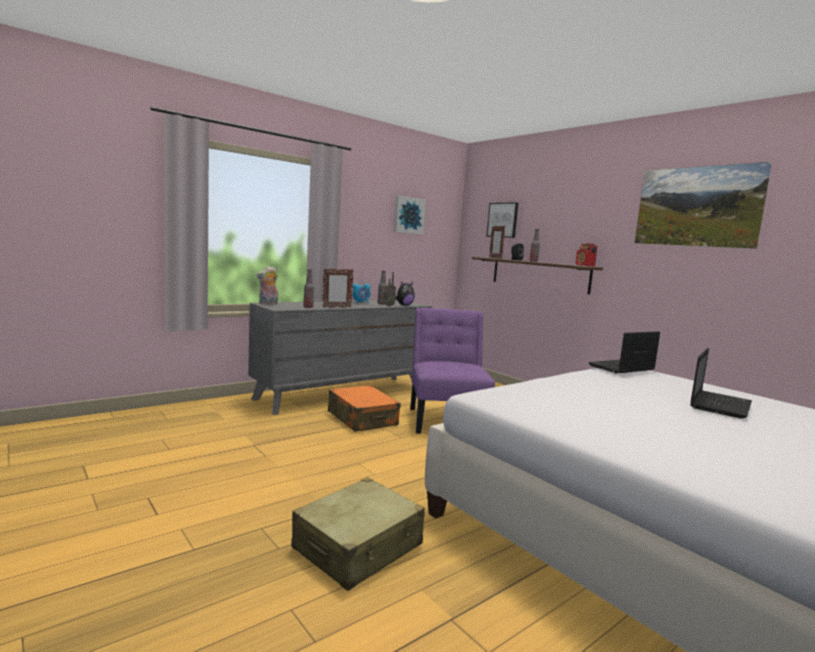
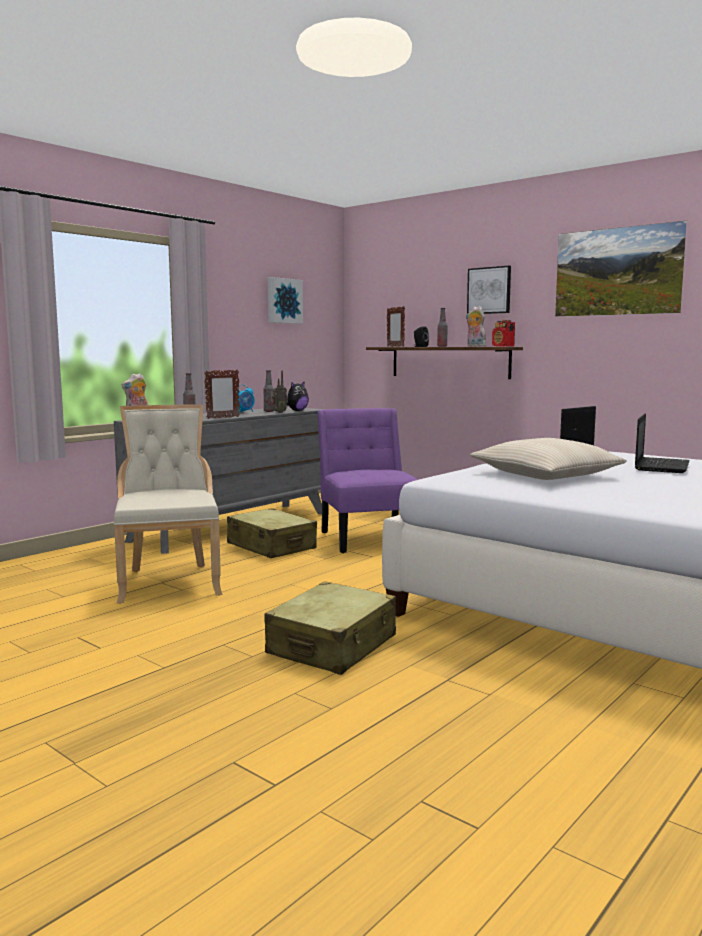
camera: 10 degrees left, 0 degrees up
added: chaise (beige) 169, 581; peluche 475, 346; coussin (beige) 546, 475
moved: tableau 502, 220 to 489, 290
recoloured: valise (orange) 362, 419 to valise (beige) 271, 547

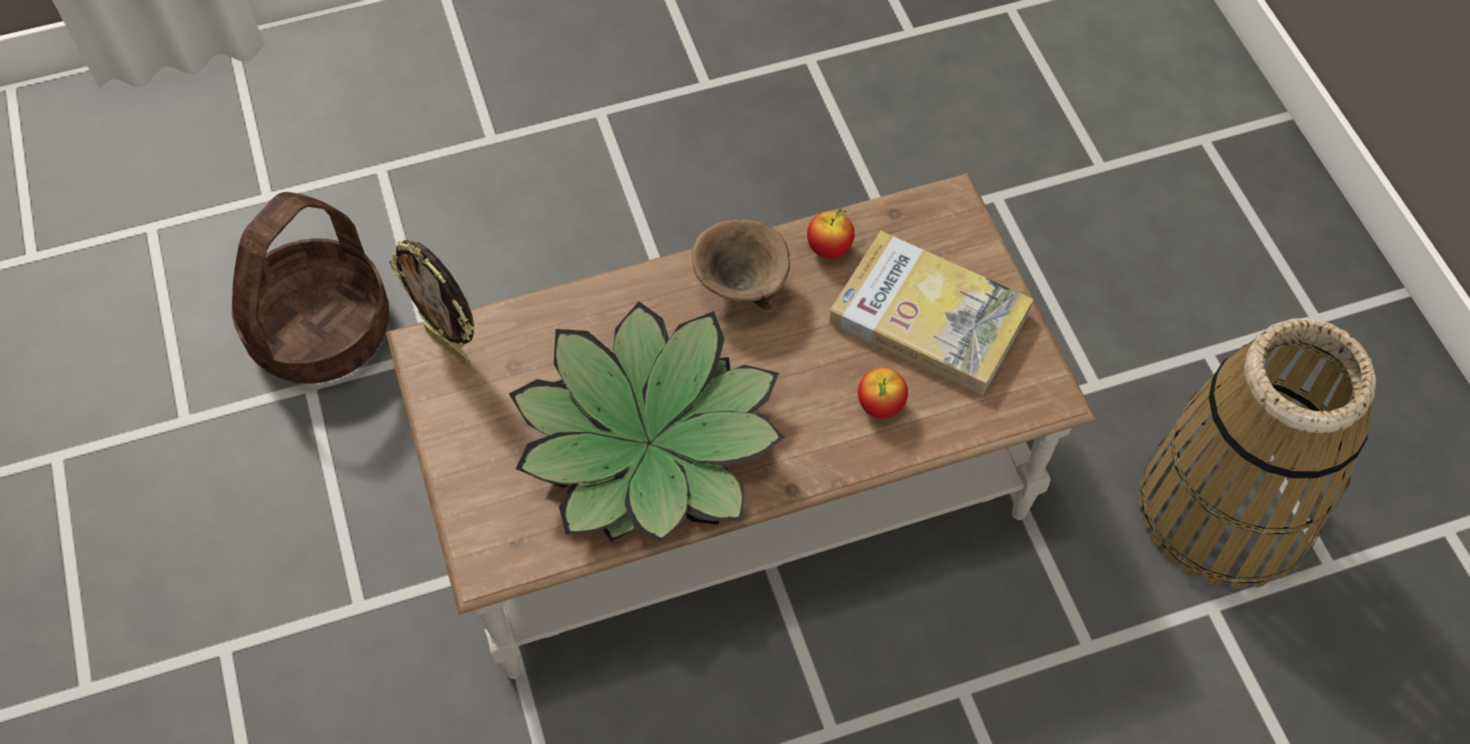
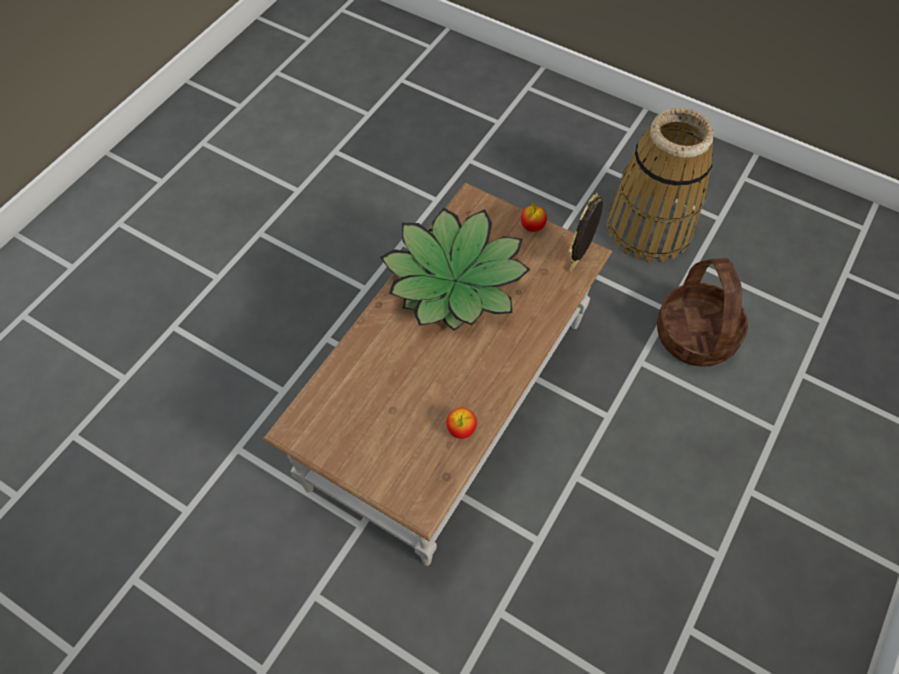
camera: 140 degrees right, 0 degrees up
removed: bol (marron) 739, 287; livre 929, 317
moved: pomme 880, 406 to 532, 227; panier 1224, 508 to 649, 228
turned: cadre photo 450, 345 = 579, 260 60 degrees counterclockwise

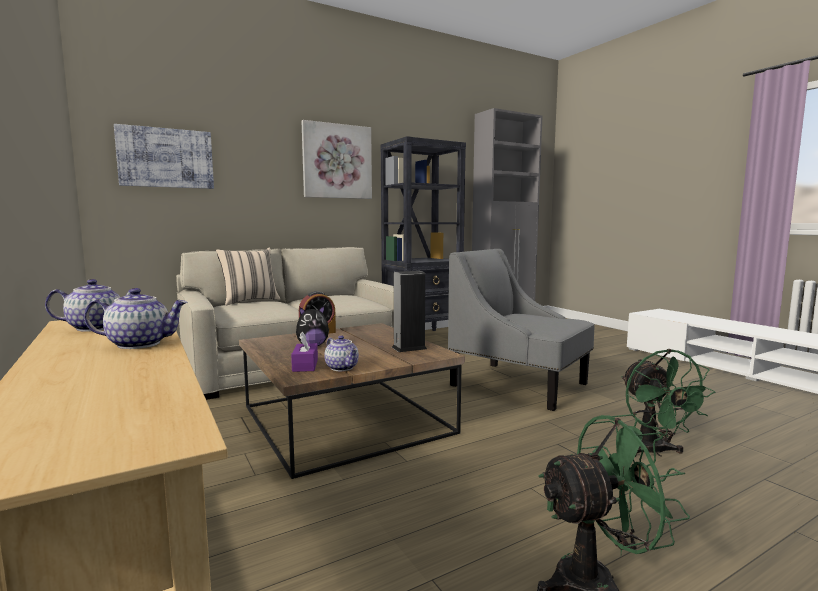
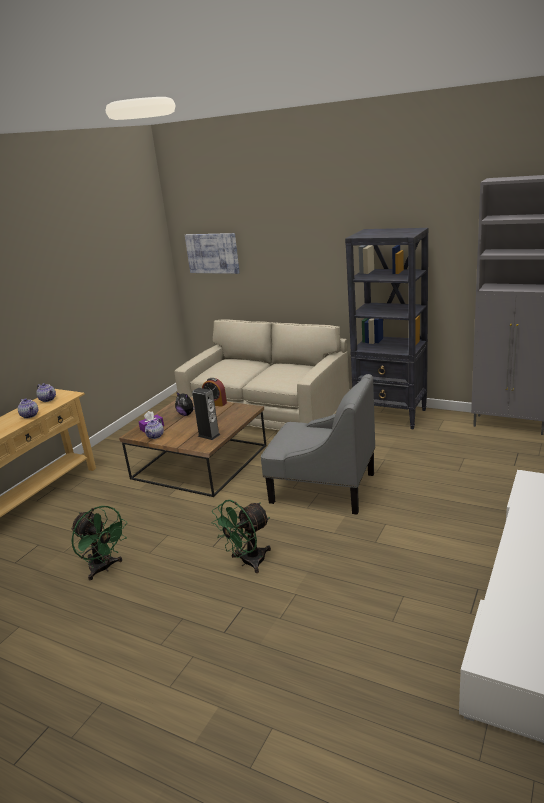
camera: 60 degrees right, 15 degrees up
removed: coussin (beige) 249, 301; tableau 337, 161
turned: fauteuil (gris) 519, 384 = 322, 488 105 degrees clockwise

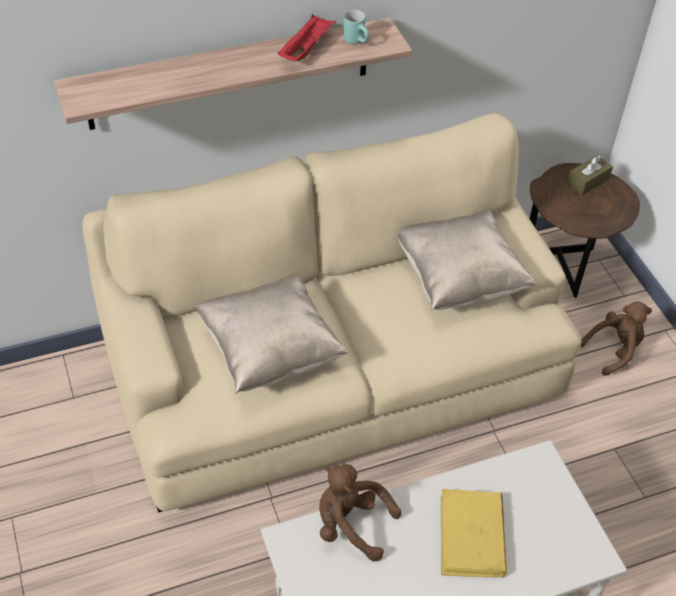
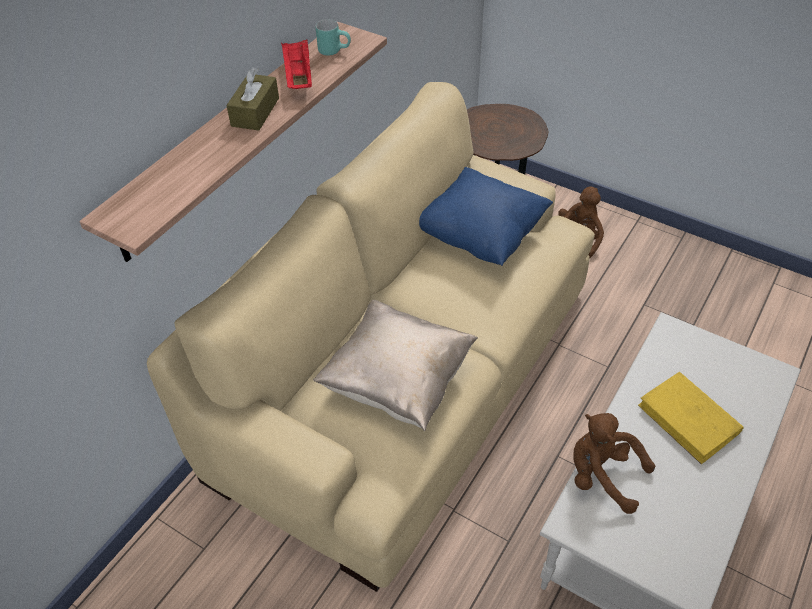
camera: 35 degrees left, 0 degrees up
moved: boîte à mouchoirs (marron) 588, 181 to 255, 112
recoloured: coussin (beige) 459, 279 to coussin (bleu) 480, 235
turned: peluche (marron) 351, 525 = 602, 475 45 degrees clockwise

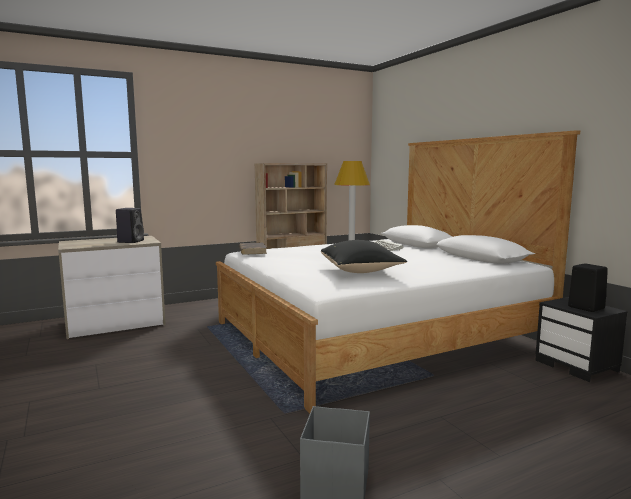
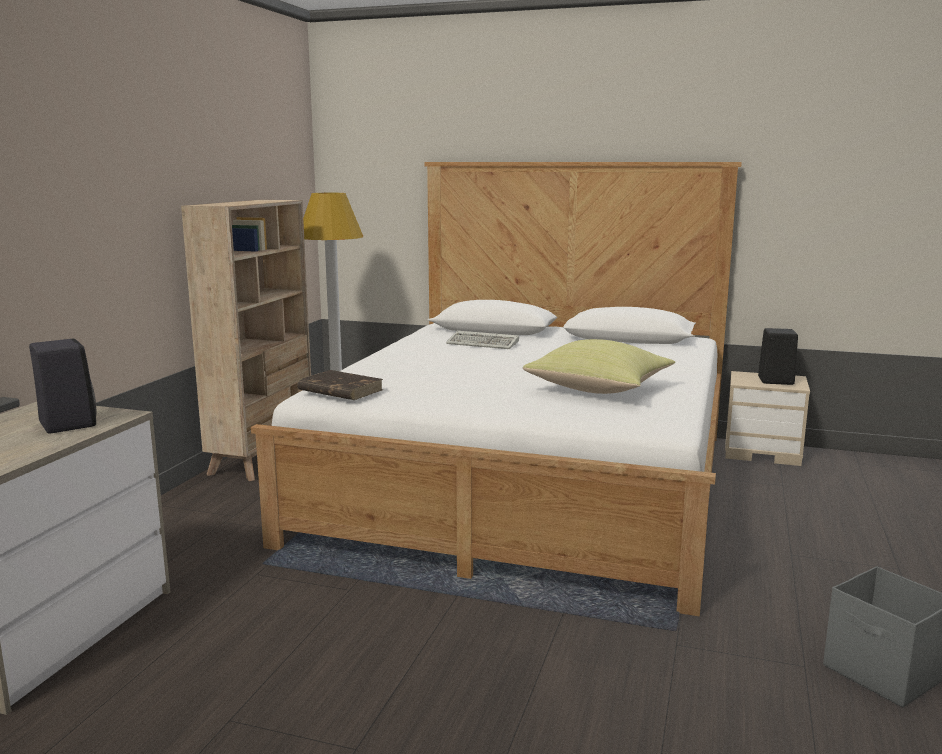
camera: 45 degrees left, 5 degrees up
recoloured: coussin (noir) 361, 271 to coussin (jaune) 600, 389; table de chevet (noir) 577, 366 to table de chevet (beige) 763, 452

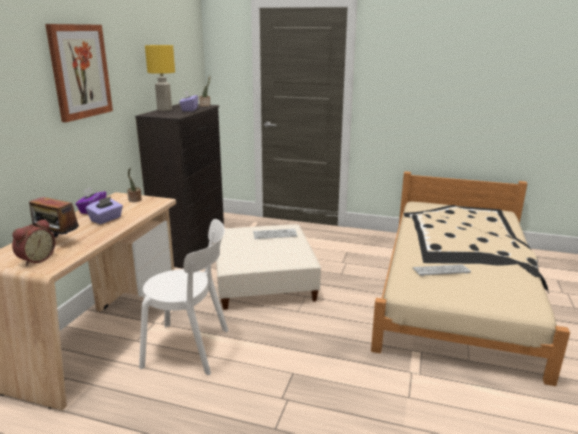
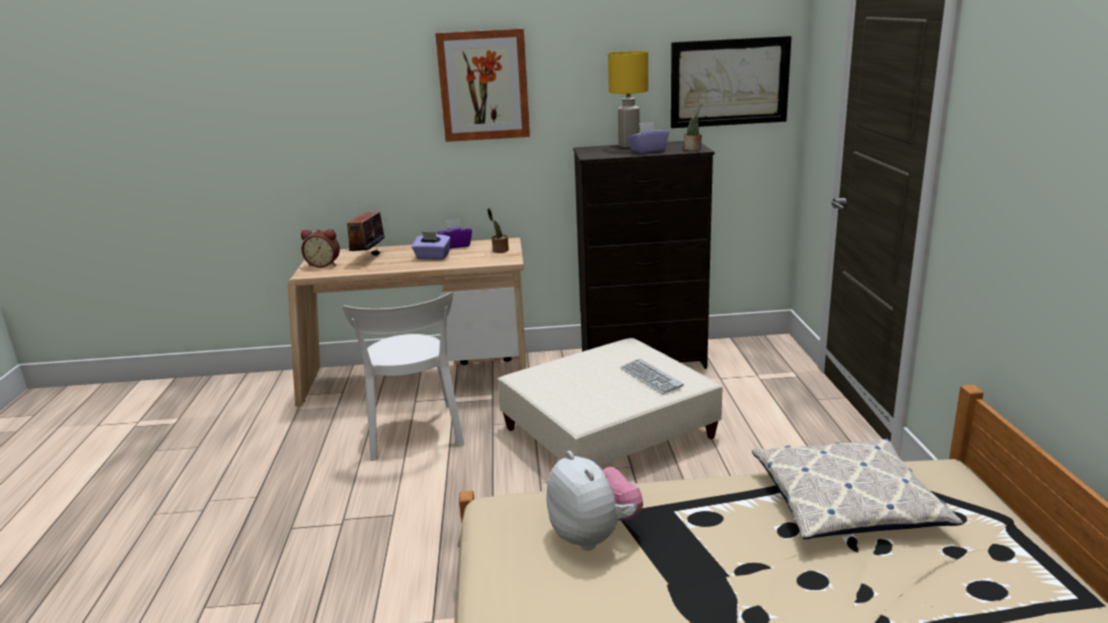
camera: 70 degrees right, 0 degrees up
added: tableau 729, 82; coussin 847, 501
replaced: clavier 441, 270 to peluche 594, 535

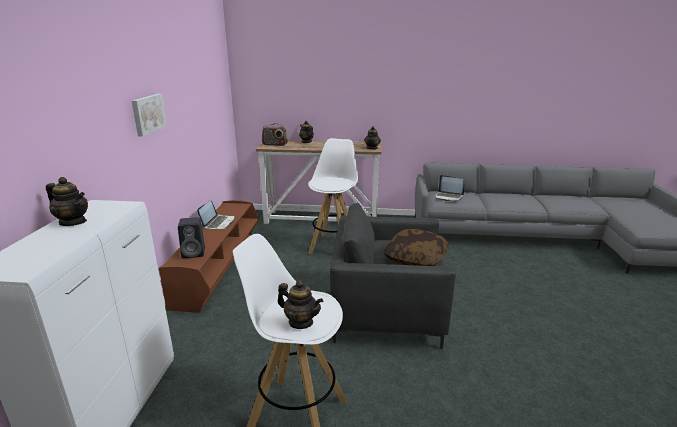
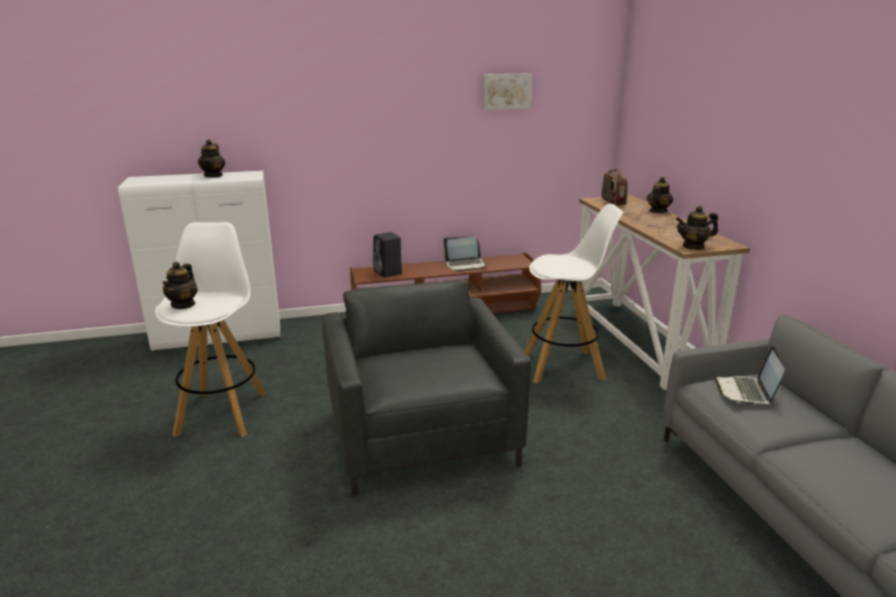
camera: 70 degrees right, 0 degrees up
removed: coussin 415, 258
moved: tableau 148, 114 to 506, 91

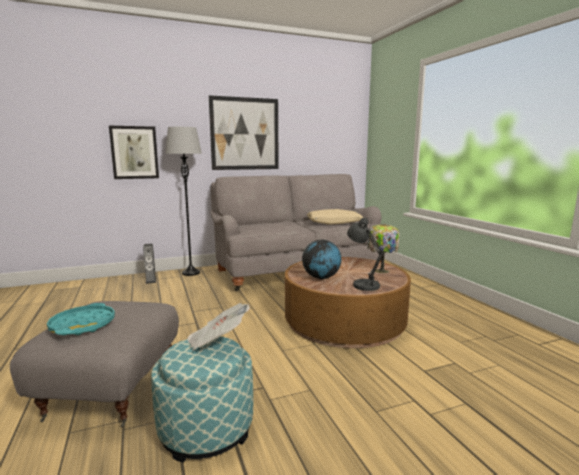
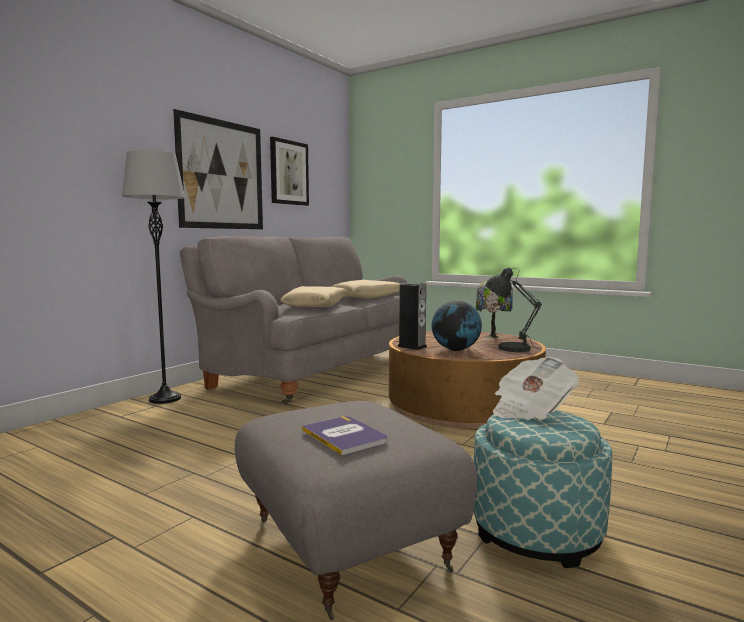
camera: 35 degrees left, 5 degrees down
added: coussin (beige) 316, 305
moved: tableau 134, 152 to 289, 173; enceinte 151, 280 to 412, 346
replaced: plateau (turquoise) 83, 325 to livre 344, 436

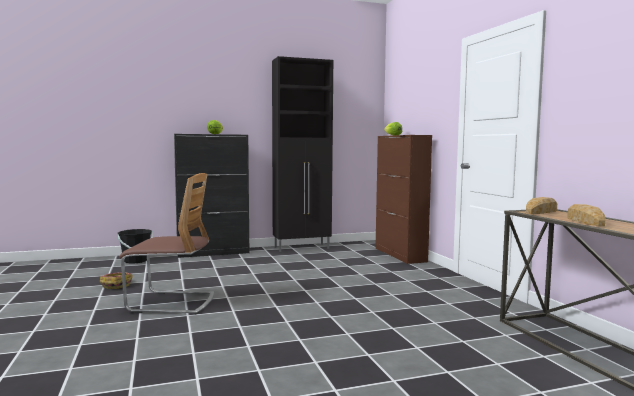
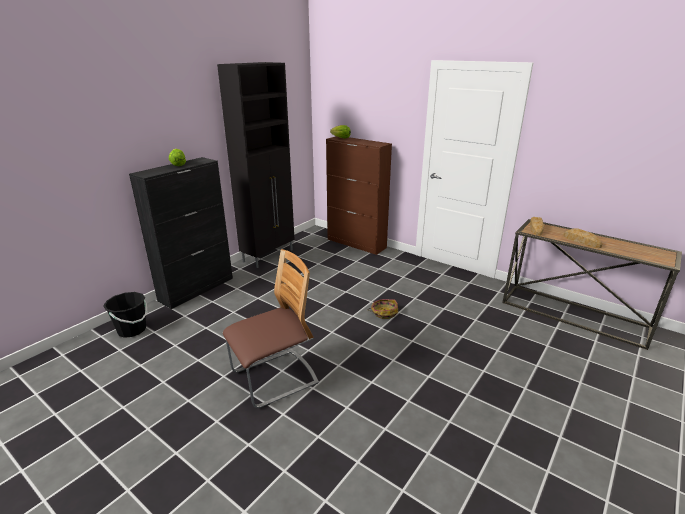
camera: 35 degrees left, 20 degrees up
moved: panier 116, 285 to 384, 312

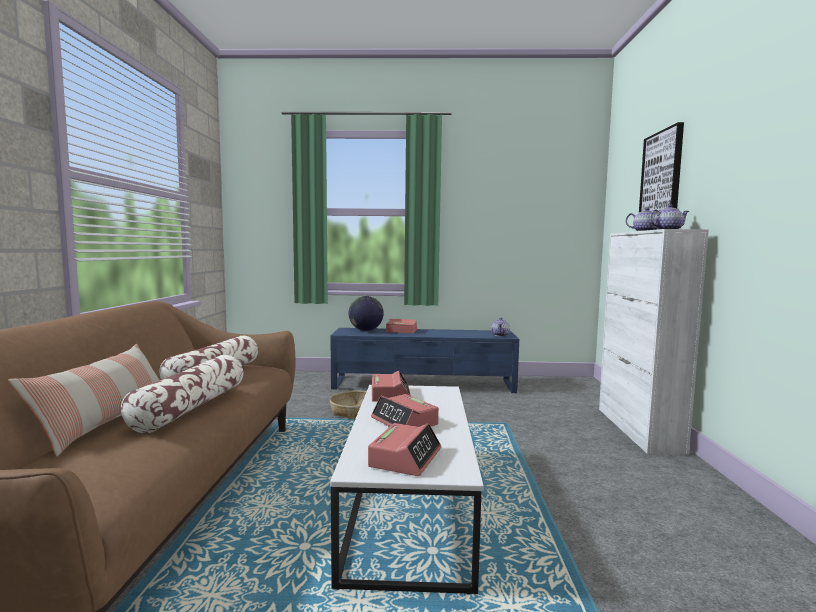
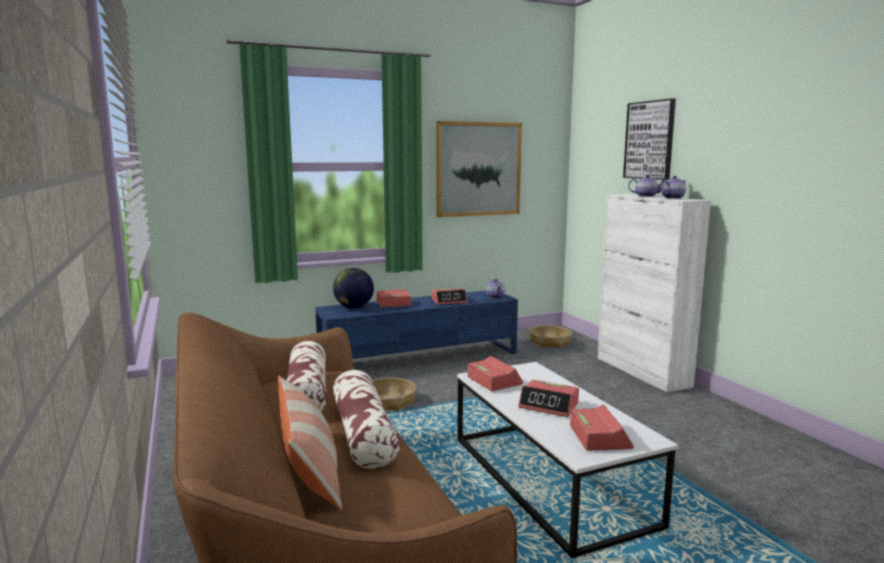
camera: 25 degrees left, 5 degrees up
added: réveil 449, 301; tableau 478, 169; panier 550, 342

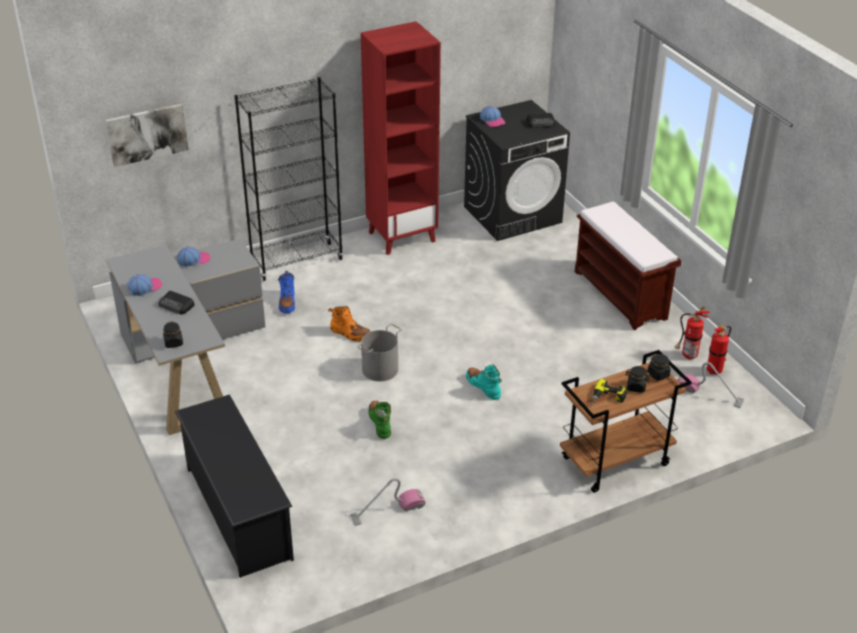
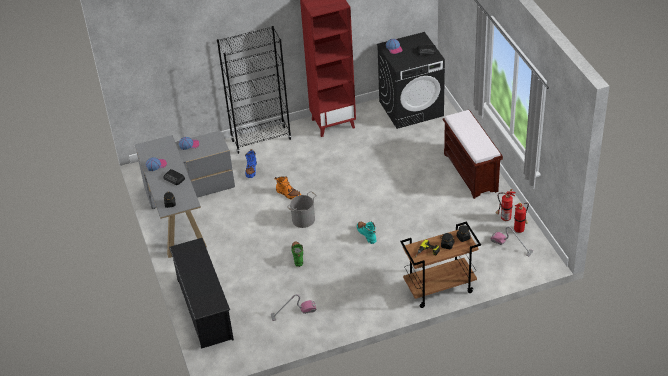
camera: 10 degrees right, 5 degrees up
removed: tableau 147, 134

